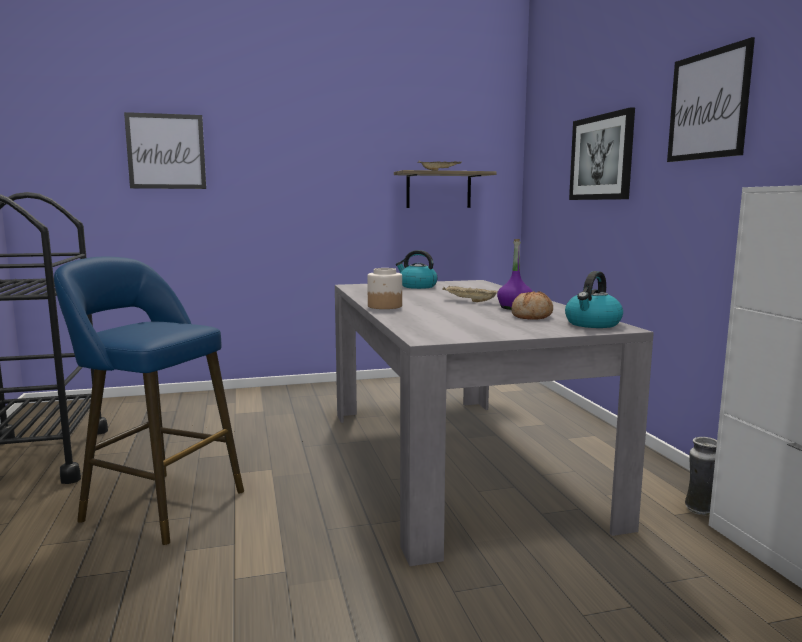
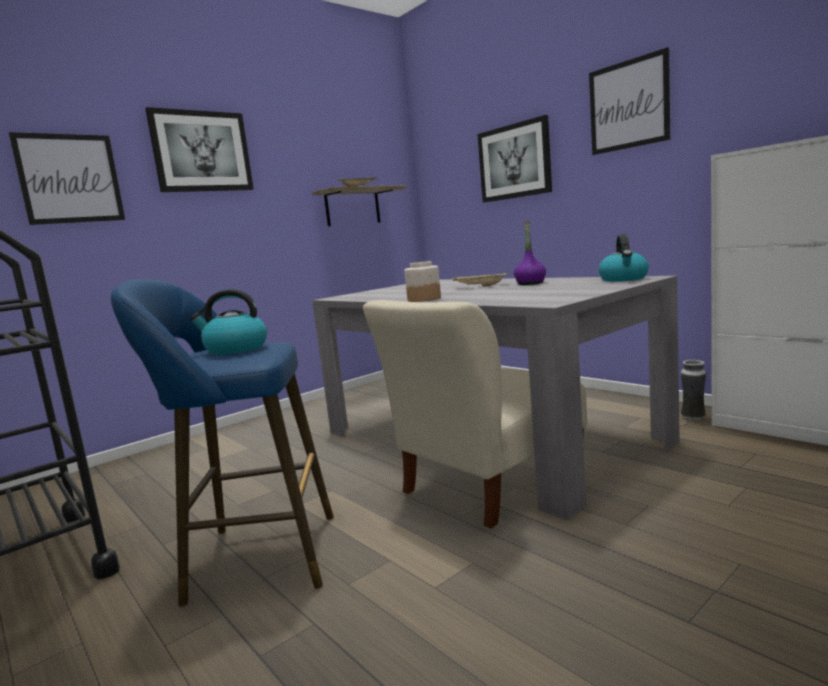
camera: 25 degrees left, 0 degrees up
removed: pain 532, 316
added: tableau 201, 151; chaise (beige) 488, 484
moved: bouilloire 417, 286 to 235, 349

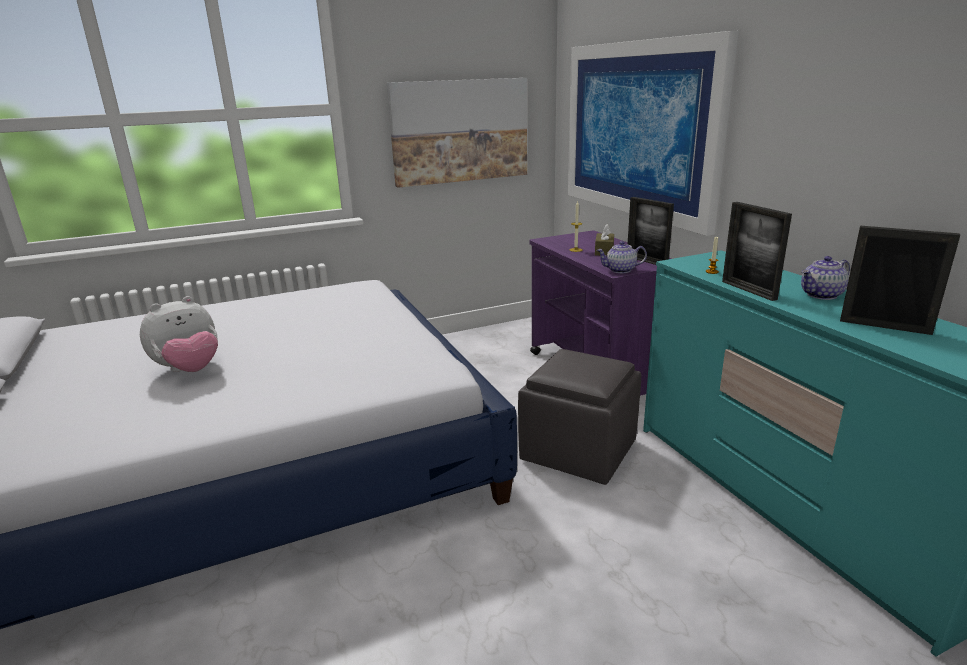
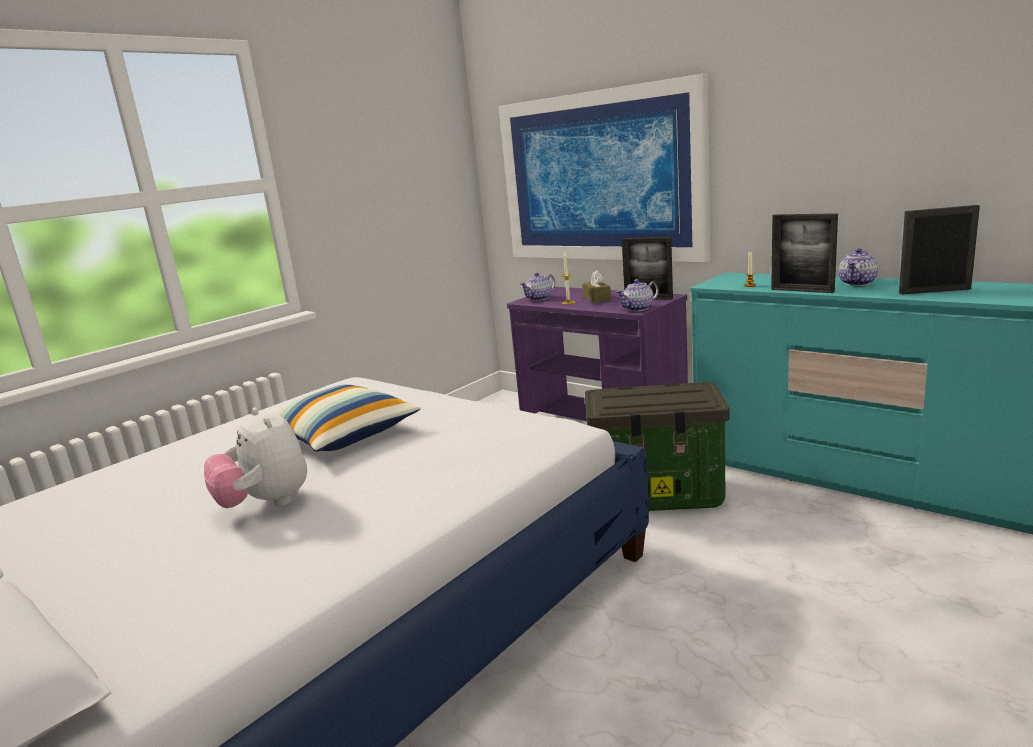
camera: 25 degrees left, 5 degrees down
removed: tableau 460, 131
added: coussin 341, 436; théière 539, 298
replaced: pouf (gris) 580, 451 to boîte de rangement 658, 494
turned: peluche 189, 370 = 266, 504 120 degrees clockwise

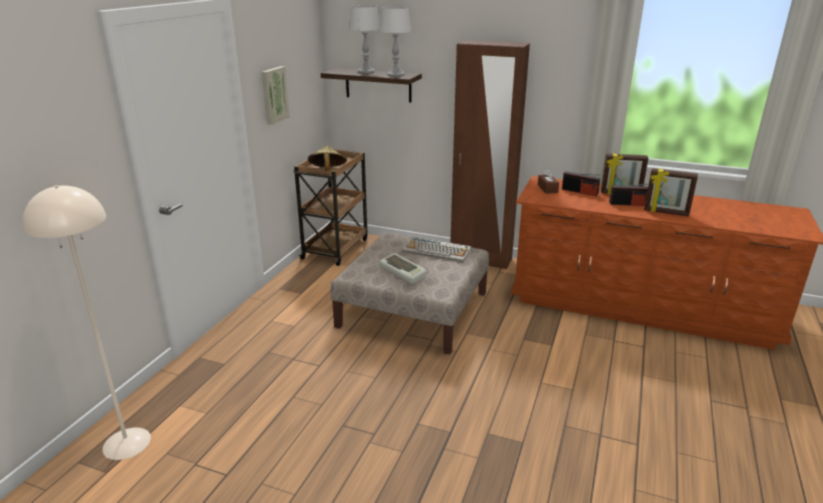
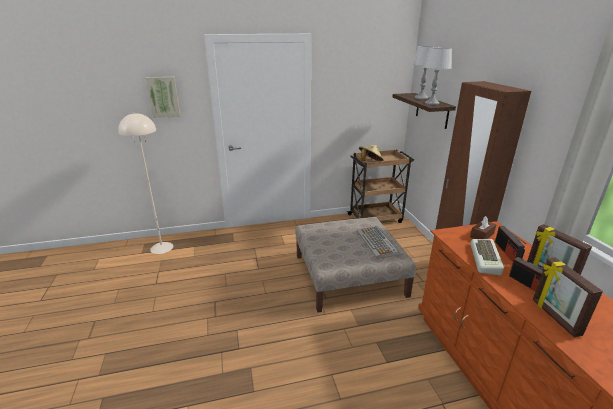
camera: 55 degrees right, 0 degrees up
moved: tableau 274, 95 to 163, 97; clavier 404, 272 to 486, 260

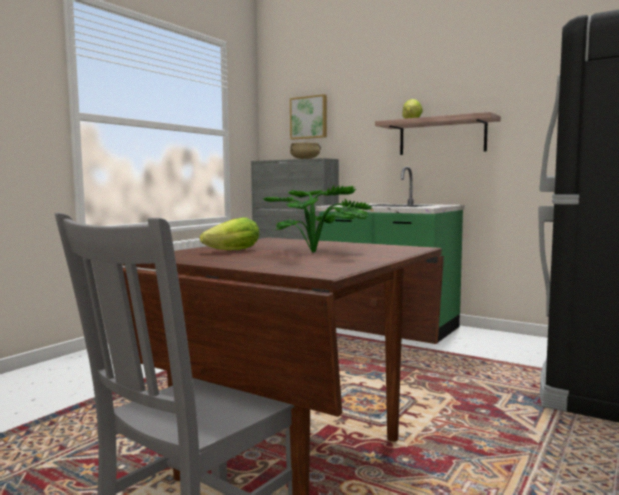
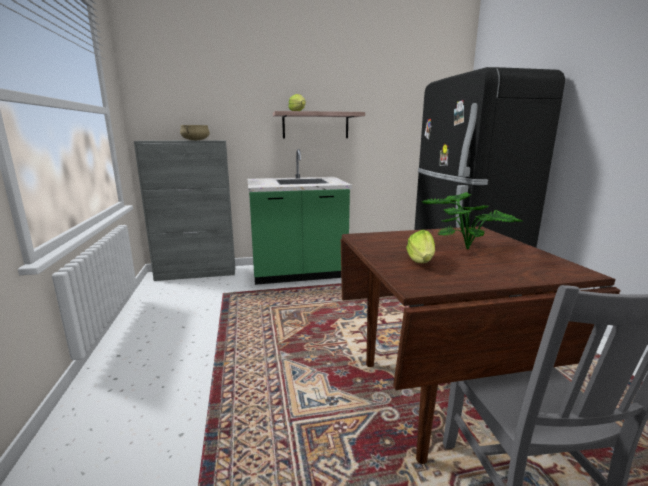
camera: 45 degrees left, 10 degrees up
removed: tableau 309, 117

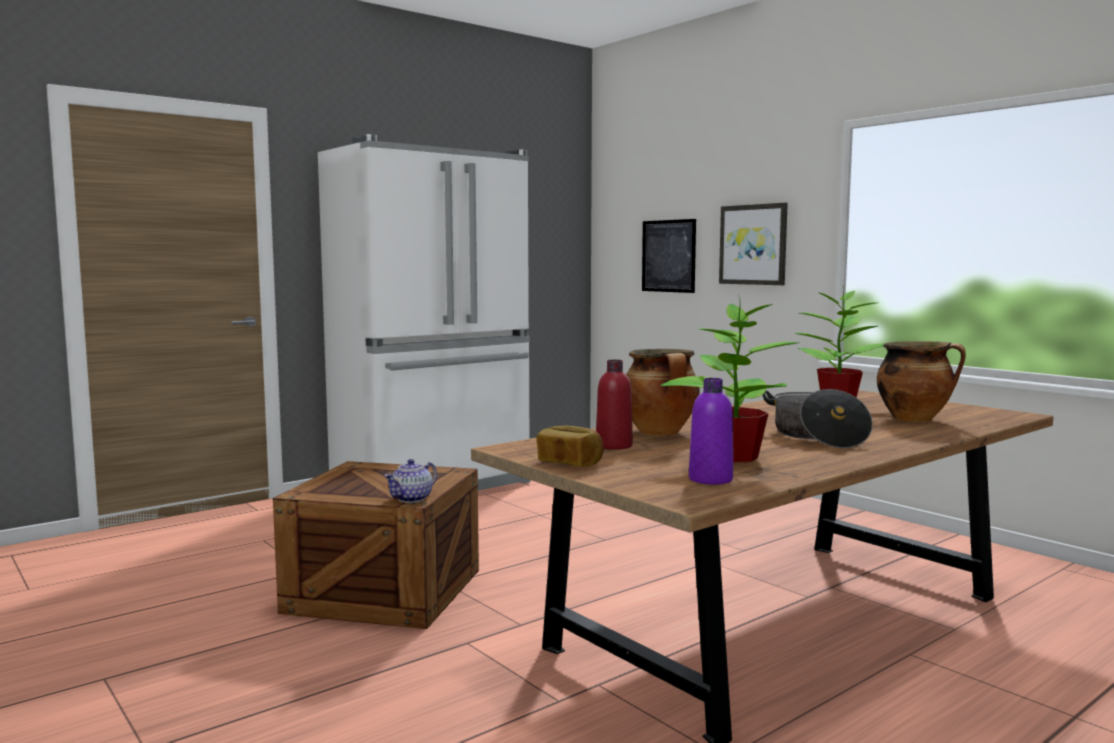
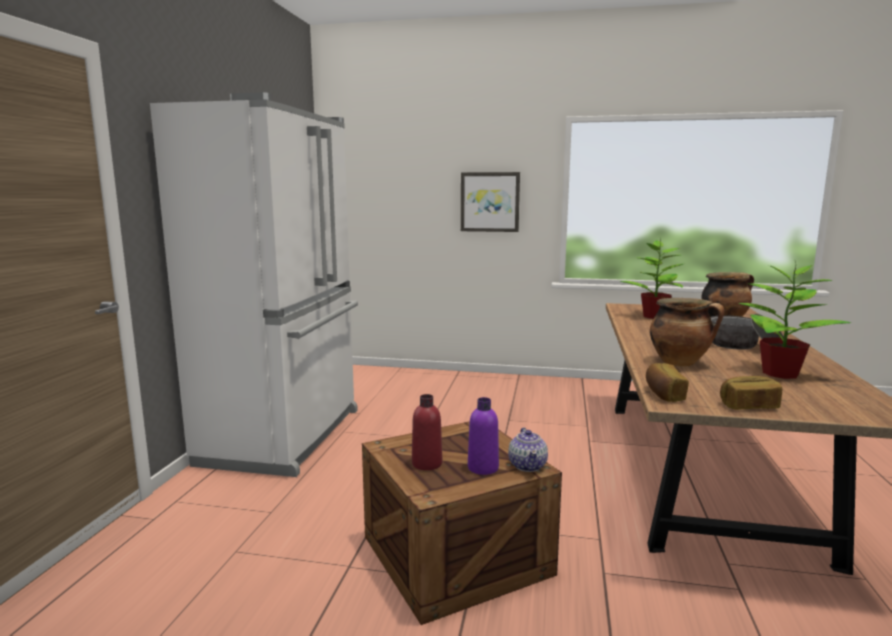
camera: 40 degrees left, 5 degrees up
removed: tableau 668, 256
added: pain 663, 394
moved: bouteille (rouge) 614, 446 to 427, 463; bouteille (violet) 710, 479 to 483, 468

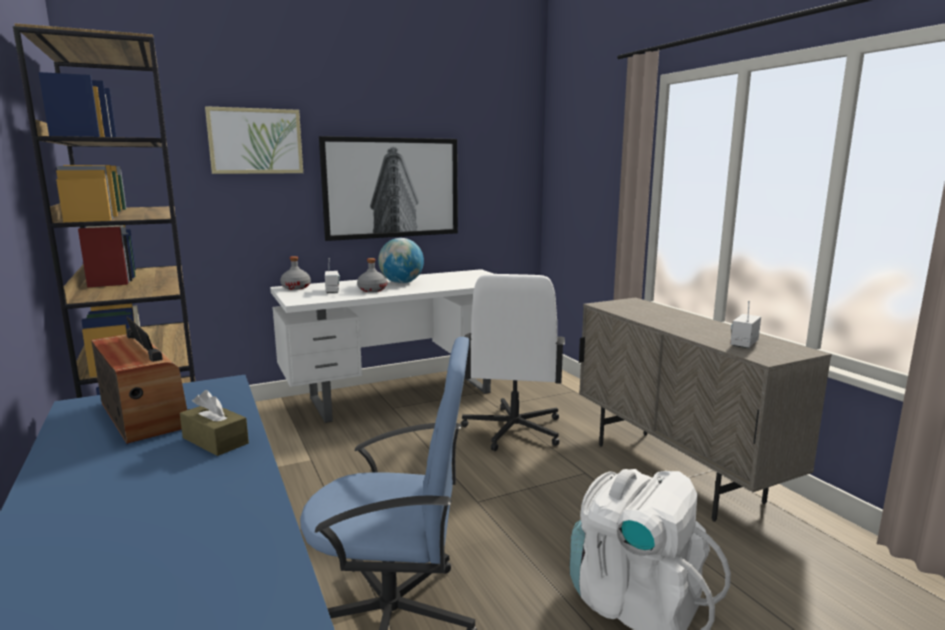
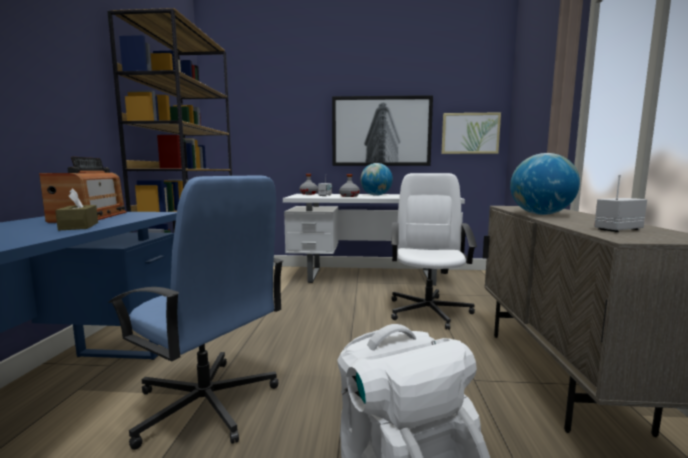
camera: 30 degrees right, 5 degrees down
added: globe 540, 214
moved: tableau 255, 141 to 470, 133
turned: chaise de bureau (blanc) 513, 430 = 428, 311 150 degrees clockwise

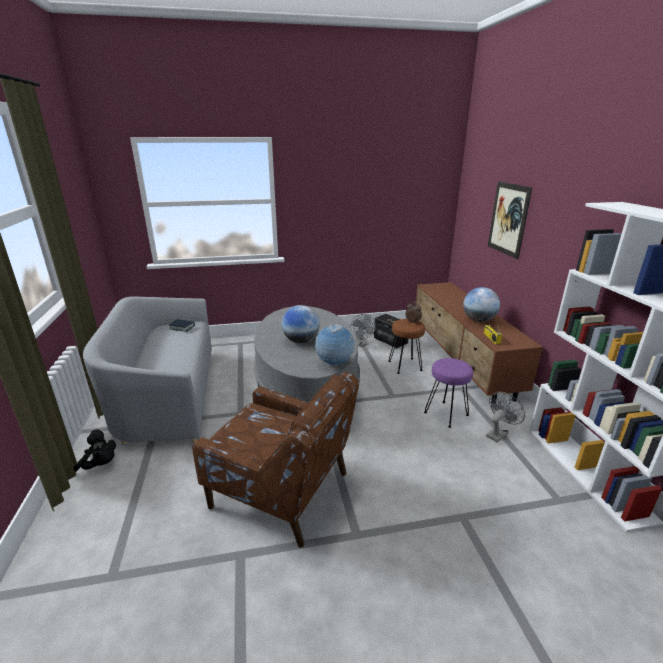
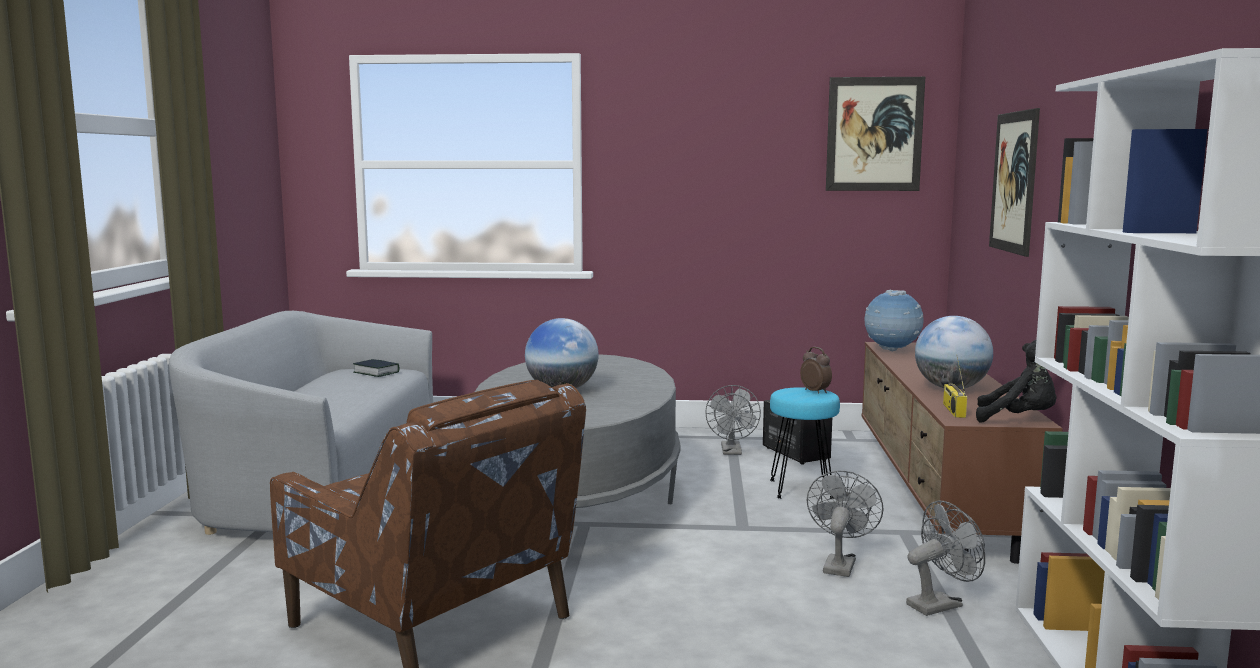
camera: 15 degrees right, 15 degrees down
added: tableau 874, 134
moved: peluche (noir) 99, 465 to 1018, 419; globe 334, 364 to 892, 351
replaced: tabouret (violet) 445, 414 to ventilateur (gris) 839, 564
recoloured: tabouret (marron) 405, 365 to tabouret (turquoise) 801, 489

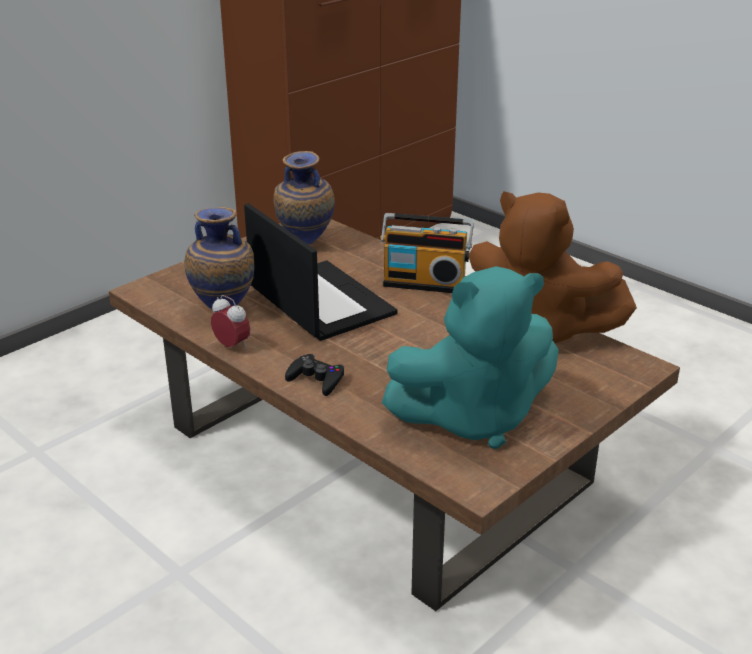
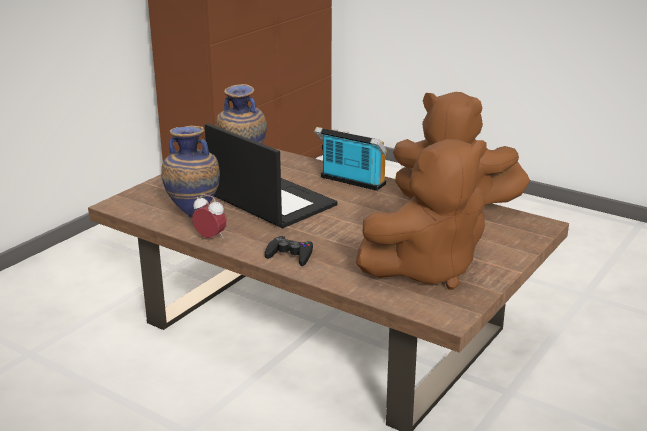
camera: 10 degrees left, 5 degrees down
recoloured: peluche (turquoise) 473, 417 to peluche (marron) 426, 270
turned: radio 425, 283 = 351, 182 150 degrees counterclockwise

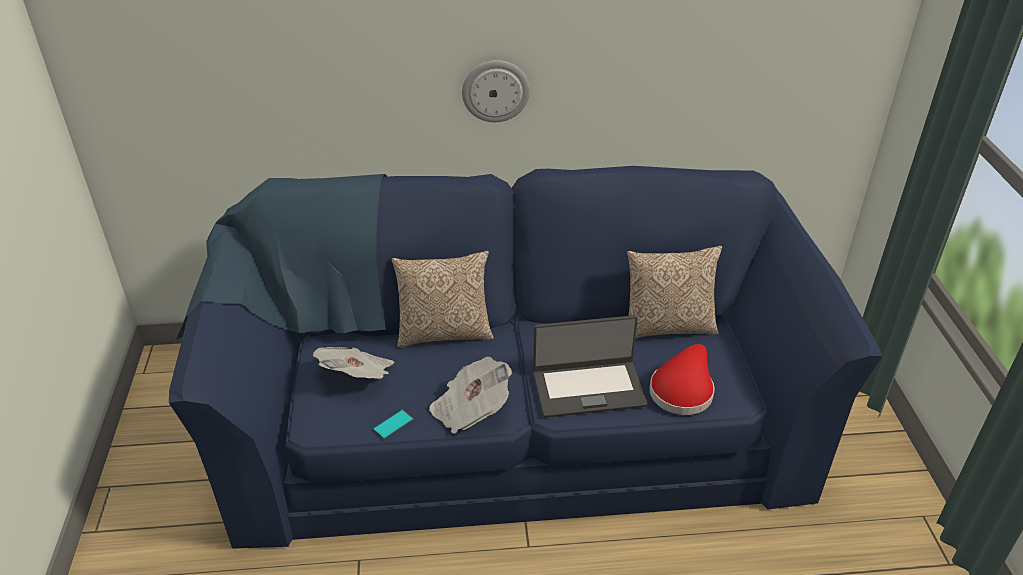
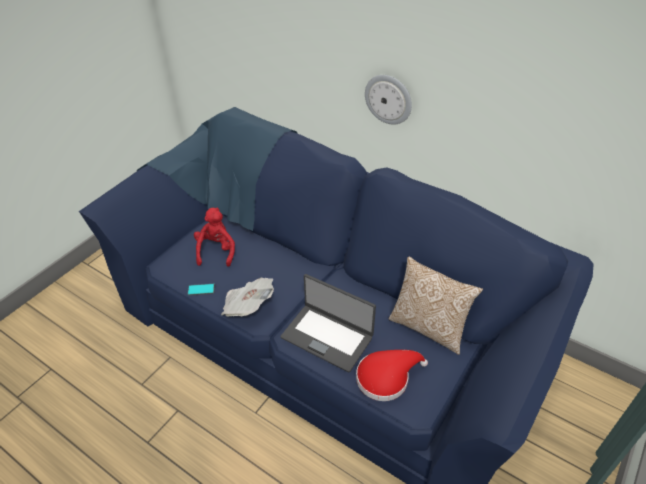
camera: 40 degrees right, 5 degrees up
removed: coussin 444, 333
replaced: journal 358, 376 to peluche (rouge) 216, 251

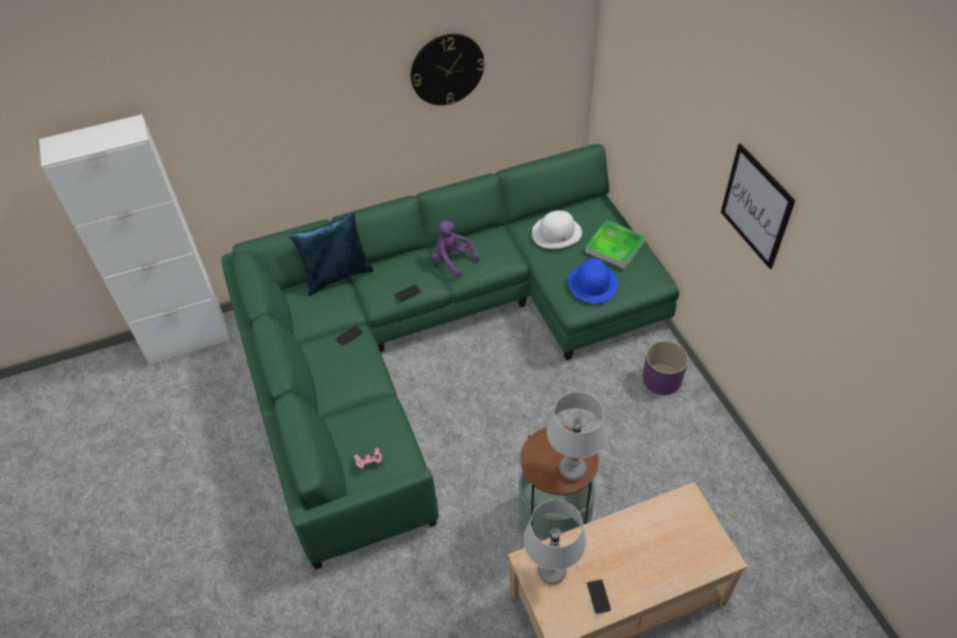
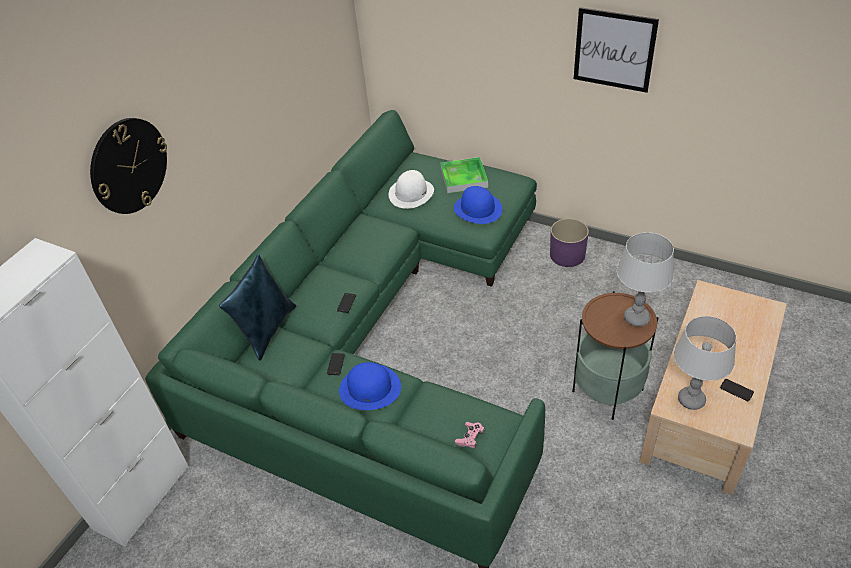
camera: 40 degrees left, 5 degrees down
removed: peluche (violet) 452, 260
added: chapeau (bleu) 370, 388
moved: horloge murale 447, 69 to 128, 166

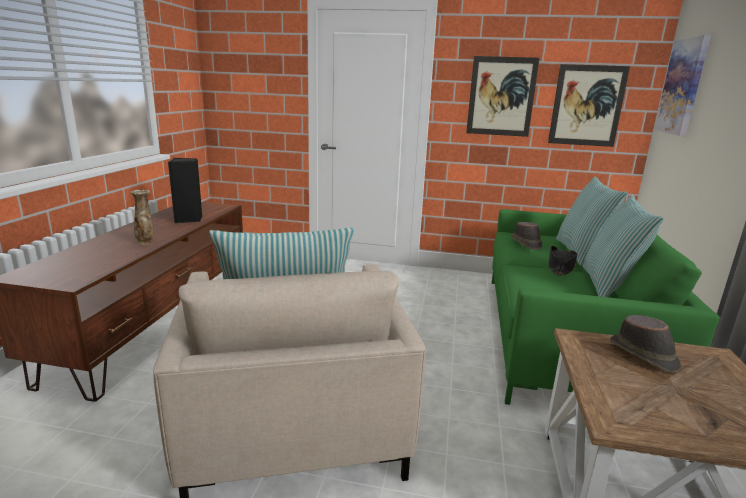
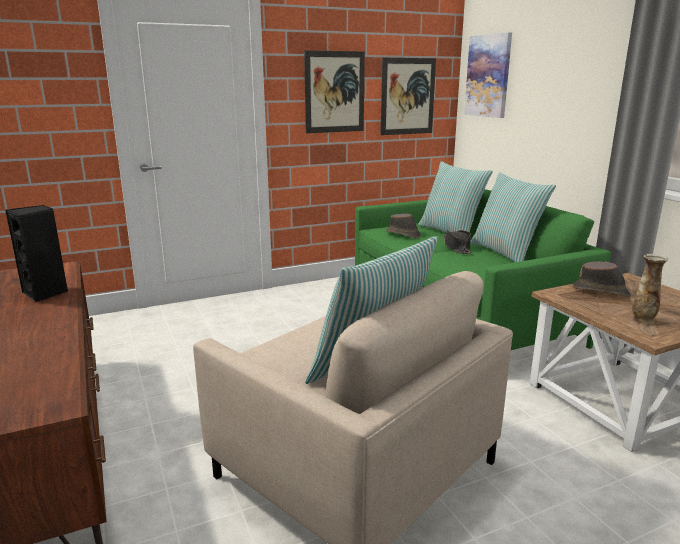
camera: 35 degrees left, 0 degrees up
moved: vase 146, 242 to 643, 320

